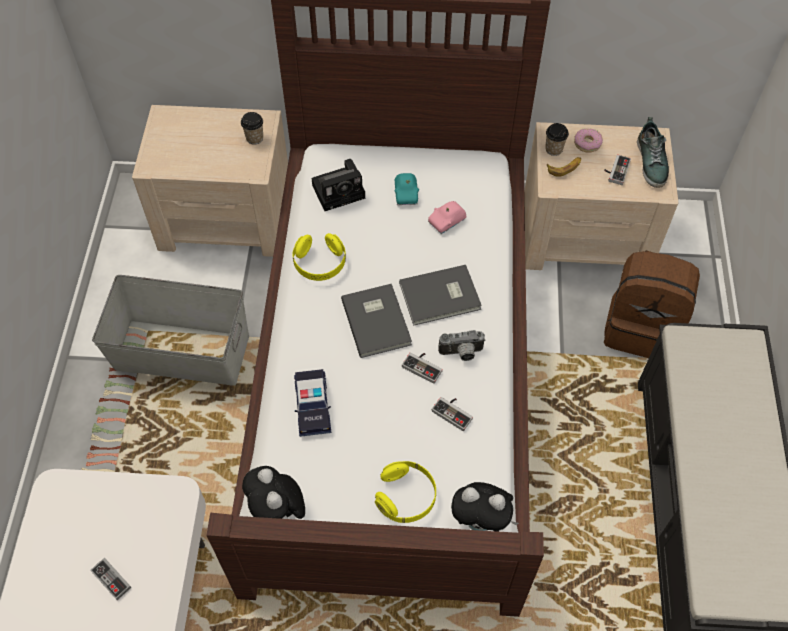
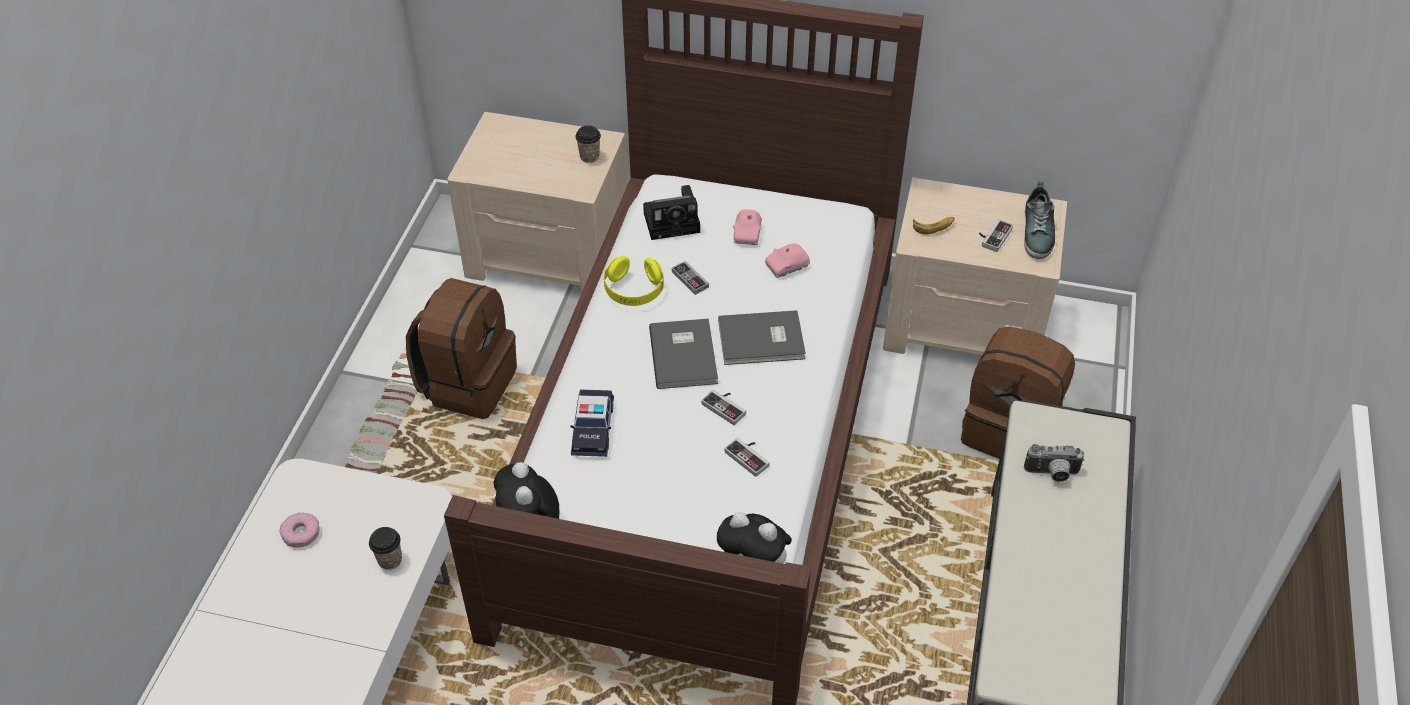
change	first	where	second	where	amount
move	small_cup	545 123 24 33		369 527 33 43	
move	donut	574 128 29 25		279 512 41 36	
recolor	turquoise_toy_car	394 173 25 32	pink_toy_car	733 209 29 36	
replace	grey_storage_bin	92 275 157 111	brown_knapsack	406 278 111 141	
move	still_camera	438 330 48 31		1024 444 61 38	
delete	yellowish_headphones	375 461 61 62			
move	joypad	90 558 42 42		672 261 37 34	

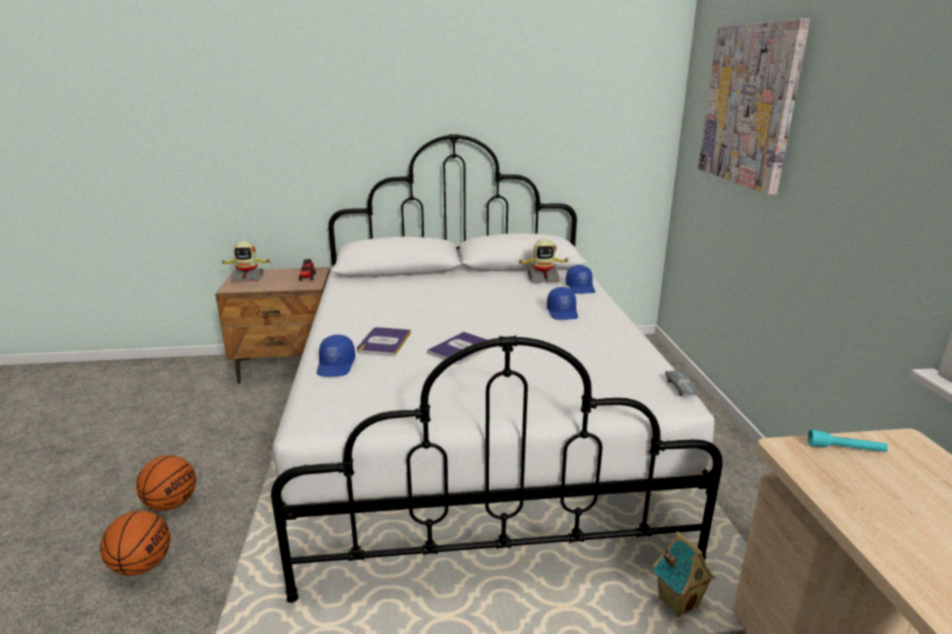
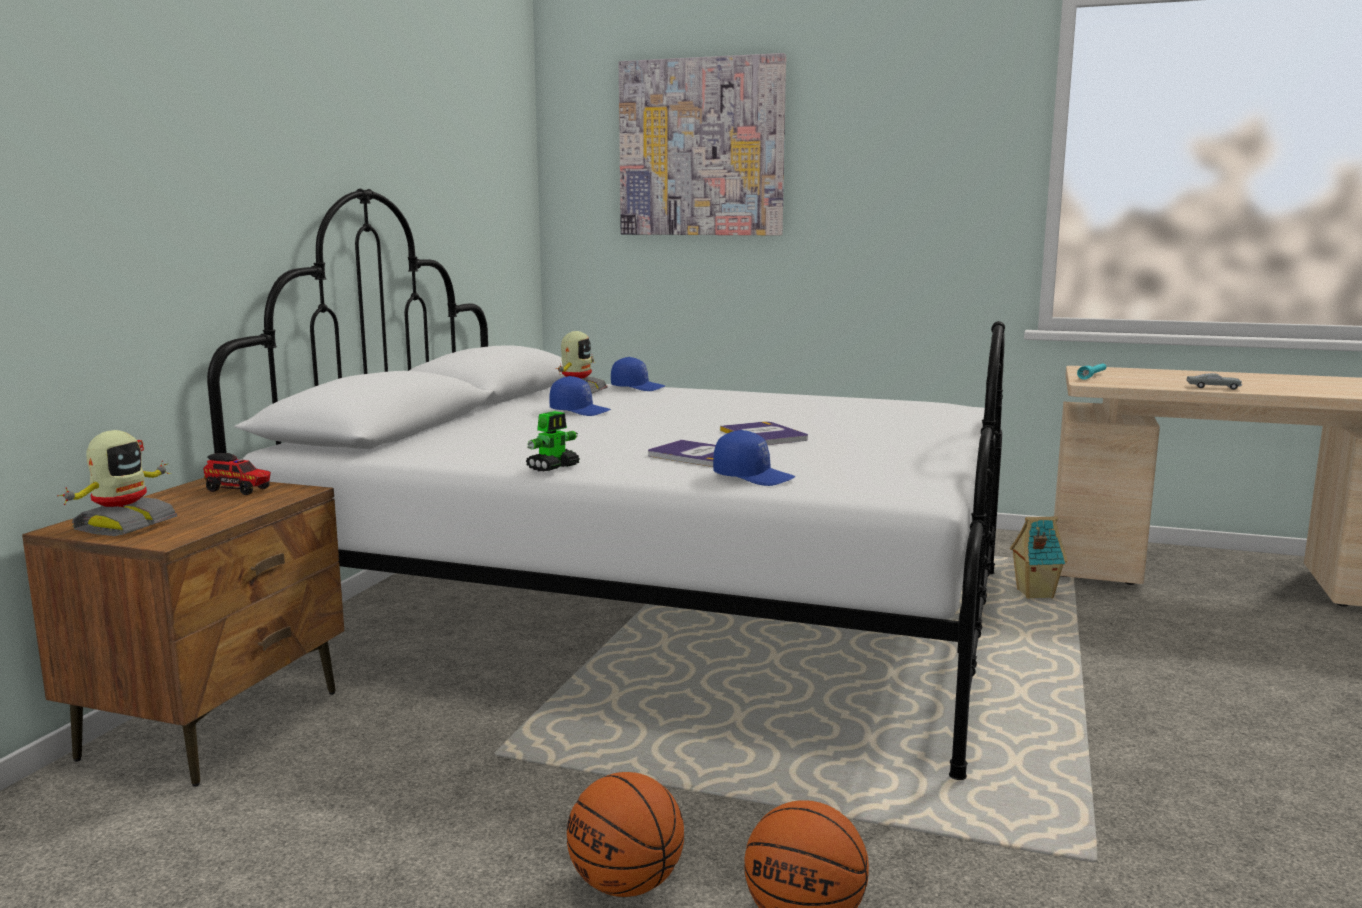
change	first	where	second	where	amount
move	bluish_baseball_cap	547 287 31 33		549 376 62 40	
move	grey_toy_car	665 370 34 26		1187 373 55 17	
insert			toy_robot	526 411 54 61	

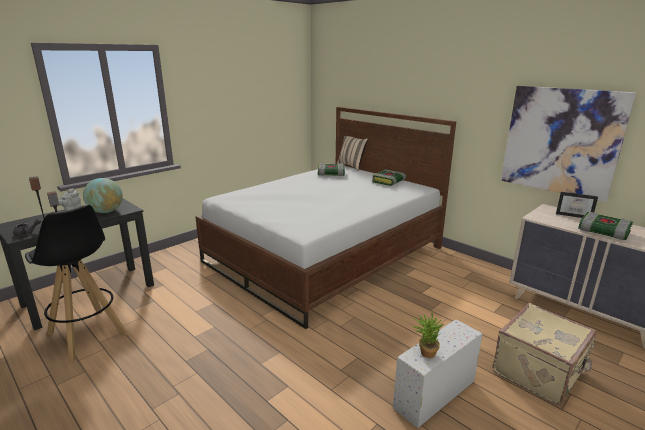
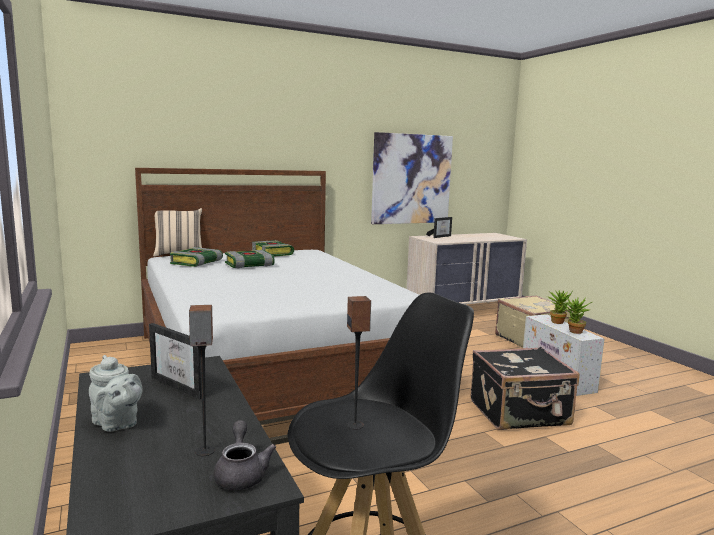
change	first	where	second	where	amount
replace	desk_globe	83 178 40 35	photo_frame	149 323 53 76	
move	volume	578 212 55 28		225 250 50 18	
insert			plant_in_a_pot	547 290 26 34	
insert			blackish_suitcase	471 347 108 83	

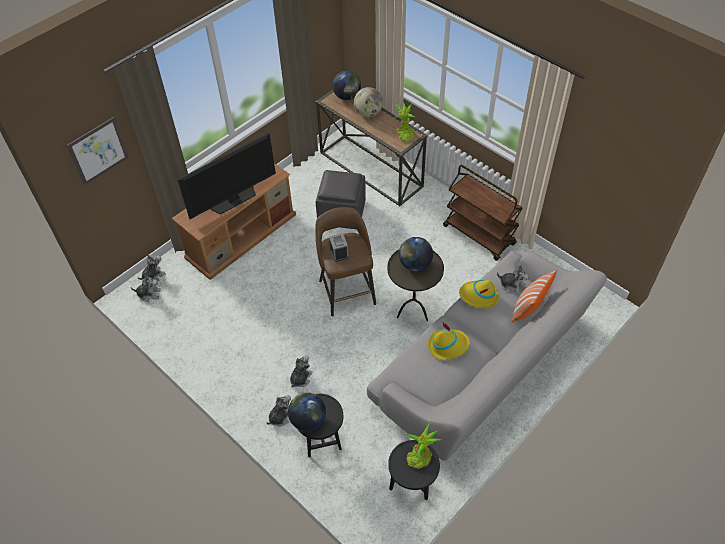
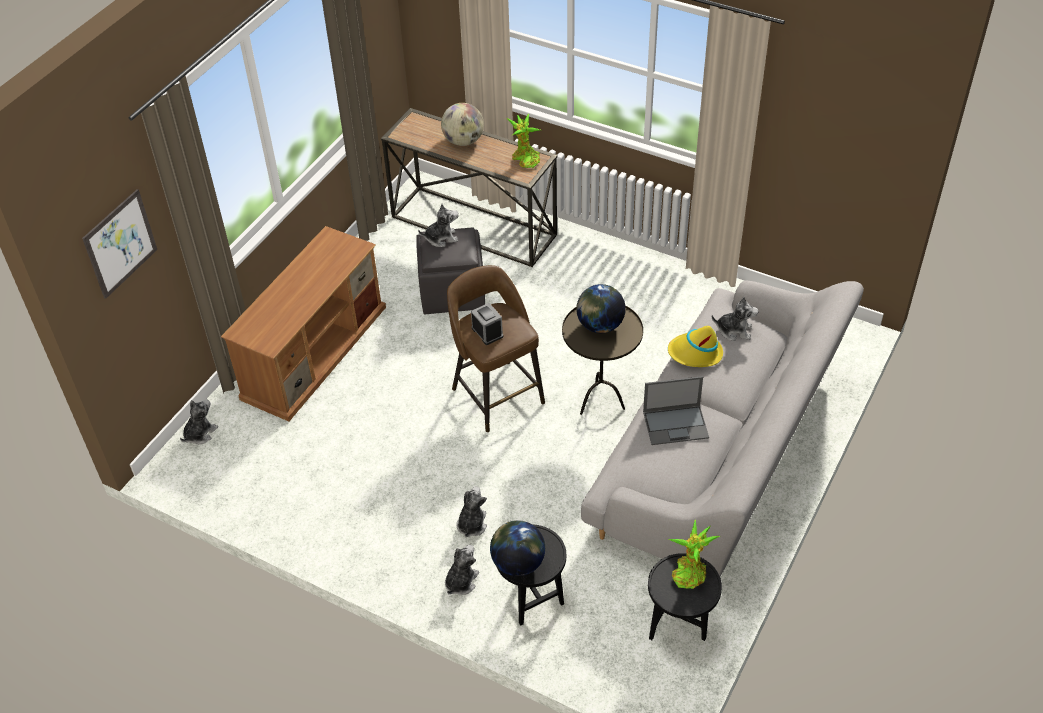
change	first	where	second	where	amount
delete	desk_globe	332 71 29 29			
delete	television	178 133 98 86			
delete	brown_trolley	443 165 80 96			
delete	throw_pillow	512 270 45 53			
move	cuddly_toy	131 274 30 28		418 203 41 44	
replace	yellowish_clothing_hat	428 323 42 37	portable_computer	643 376 66 69	

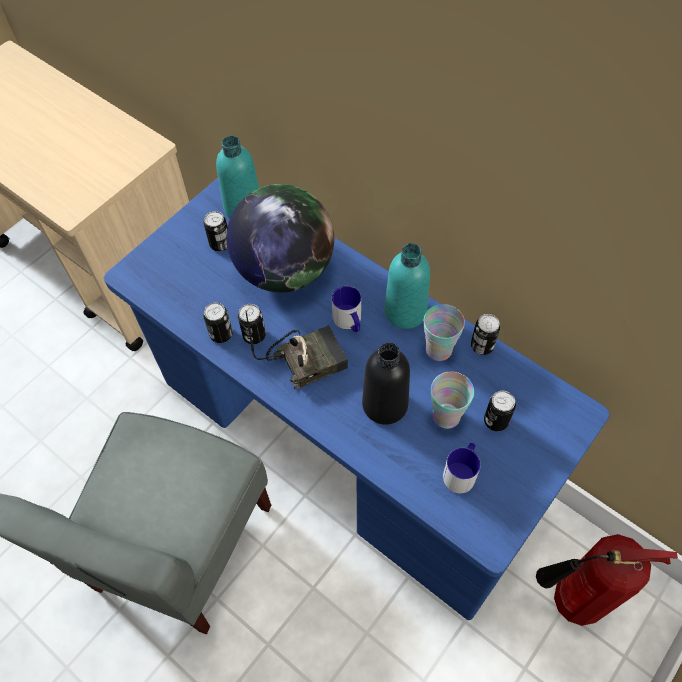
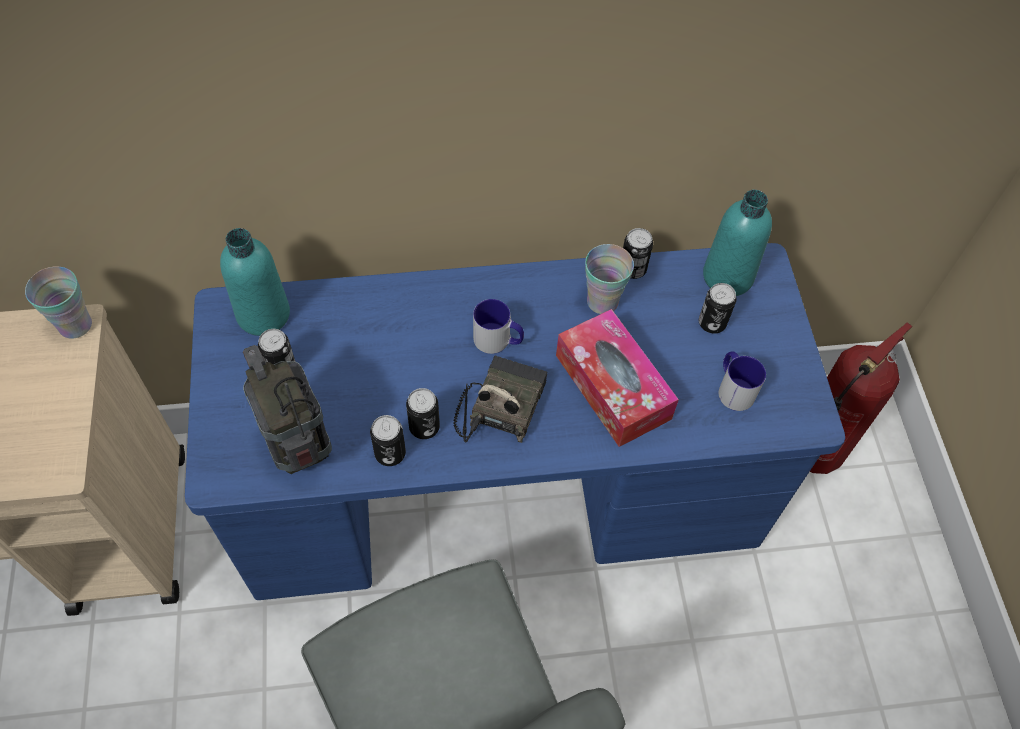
change	first	where	second	where	amount
delete	desk_globe	226 184 108 109			
move	turquoise_bottle	384 243 46 86		703 190 69 106	
replace	blackish_bottle	362 343 48 82	box_of_tissues	556 309 123 138	
move	small_cup	431 372 43 57		25 267 67 72	
insert			radio	243 345 89 129	

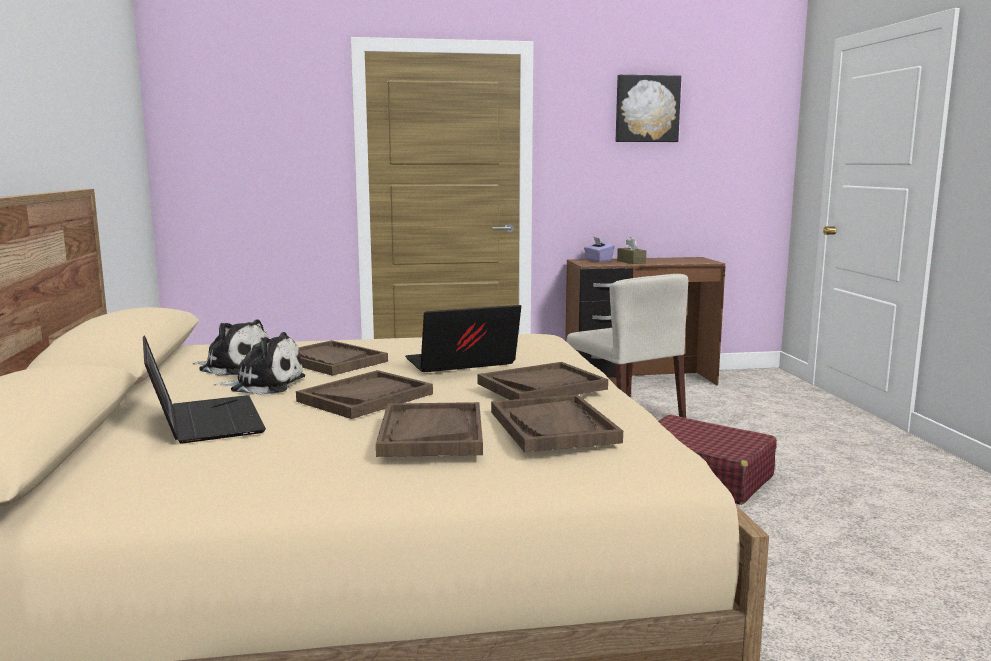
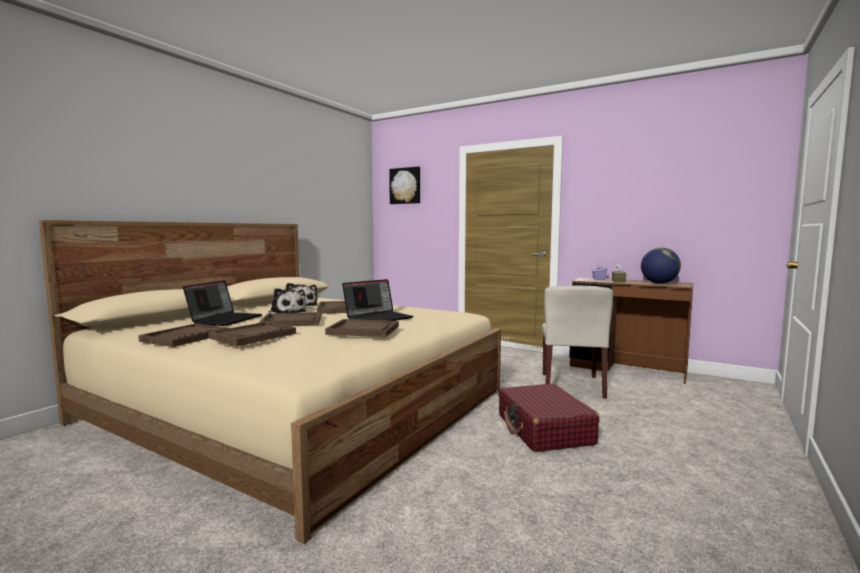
change	first	where	second	where	amount
move	picture	616 75 65 67		389 167 31 37	
rotate	portable_computer	405 305 116 67		342 279 71 42	120 degrees clockwise
move	brown_tray	491 395 132 57		138 323 91 24	
insert			desk_globe	641 248 40 36	

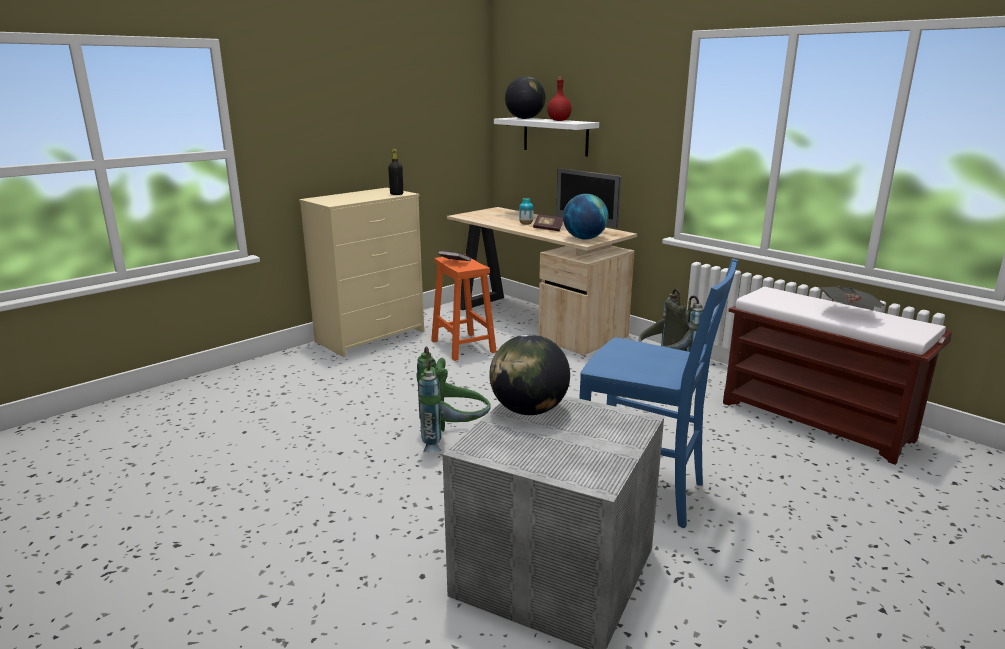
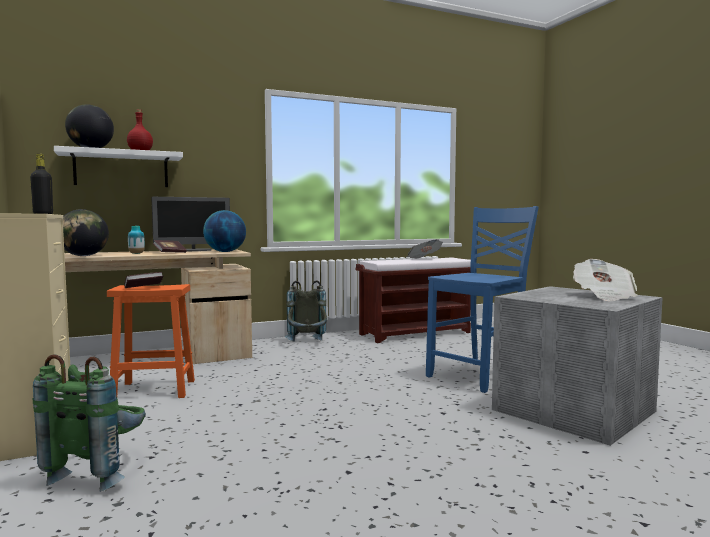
change	first	where	second	where	amount
move	desk_globe	489 334 81 81		63 209 46 47	
move	green-coloured_knapsack	417 347 74 105		33 354 113 138	
insert			newspaper	573 259 65 42	

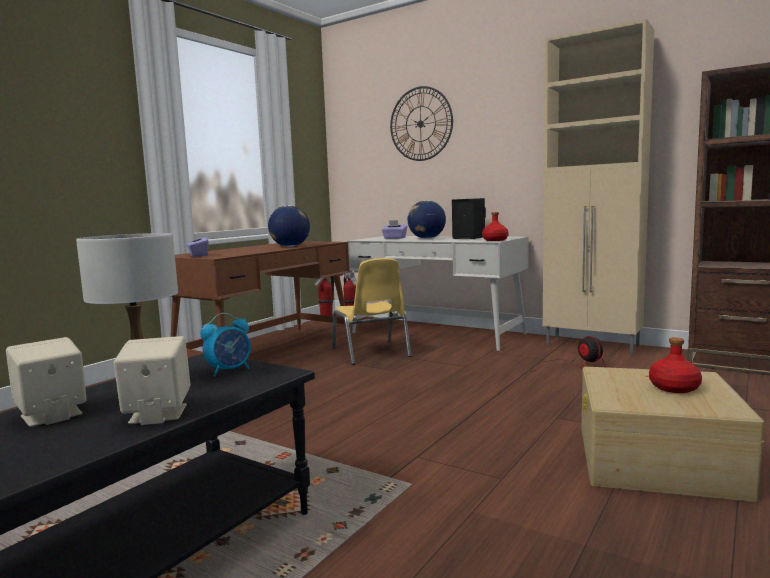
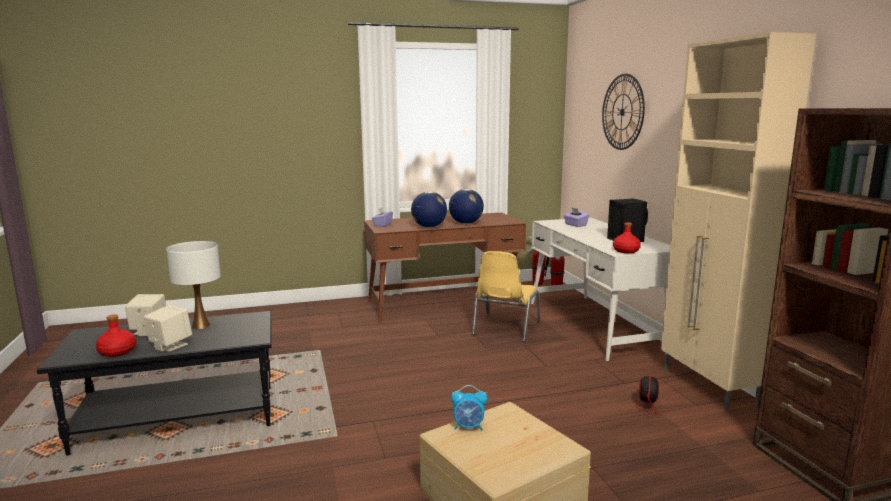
change	first	where	second	where	amount
move	desk_globe	408 200 38 39		411 191 36 37	
move	bedside_clock	200 313 51 63		451 385 36 45	
move	red-coloured_bottle	649 337 53 56		96 314 40 43	

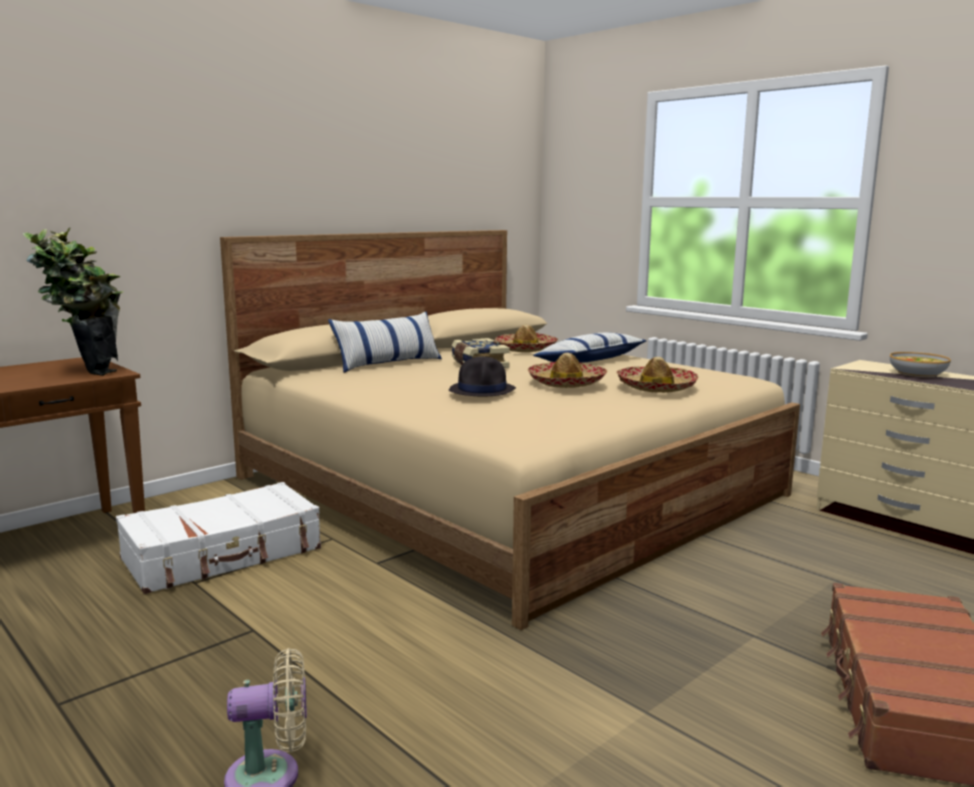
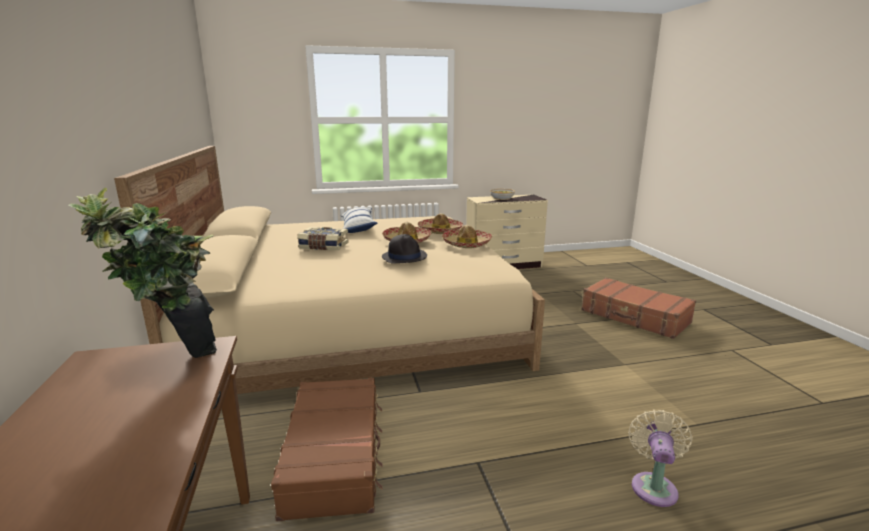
change	first	where	second	where	amount
delete	throw_pillow	328 311 114 62			
move	clothing_hat	495 325 63 27		441 225 51 23	
recolor	whitish_suitcase	116 482 205 112	brown_suitcase	271 378 112 143	

